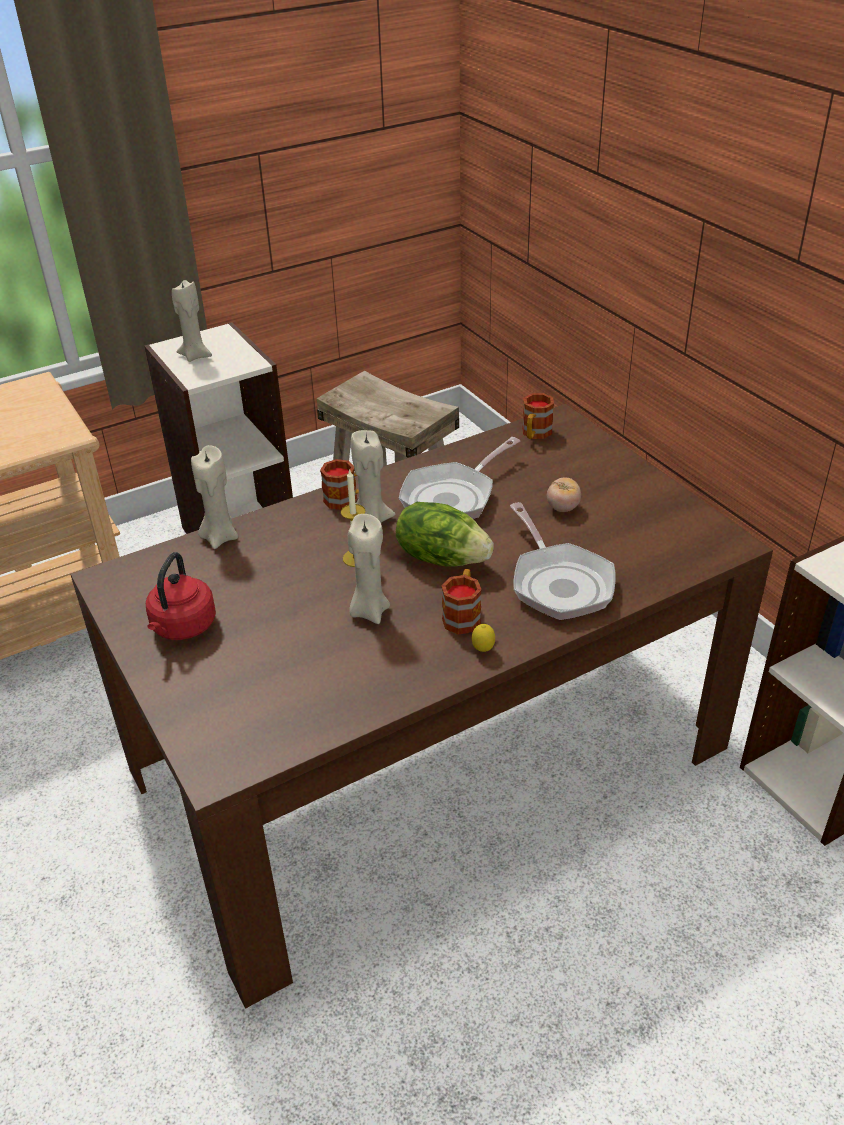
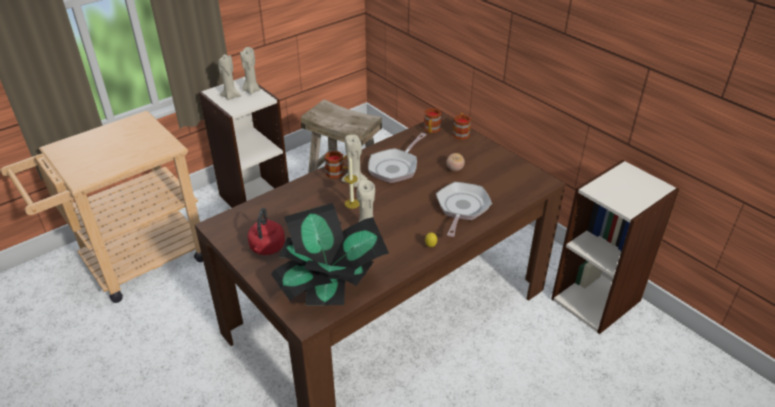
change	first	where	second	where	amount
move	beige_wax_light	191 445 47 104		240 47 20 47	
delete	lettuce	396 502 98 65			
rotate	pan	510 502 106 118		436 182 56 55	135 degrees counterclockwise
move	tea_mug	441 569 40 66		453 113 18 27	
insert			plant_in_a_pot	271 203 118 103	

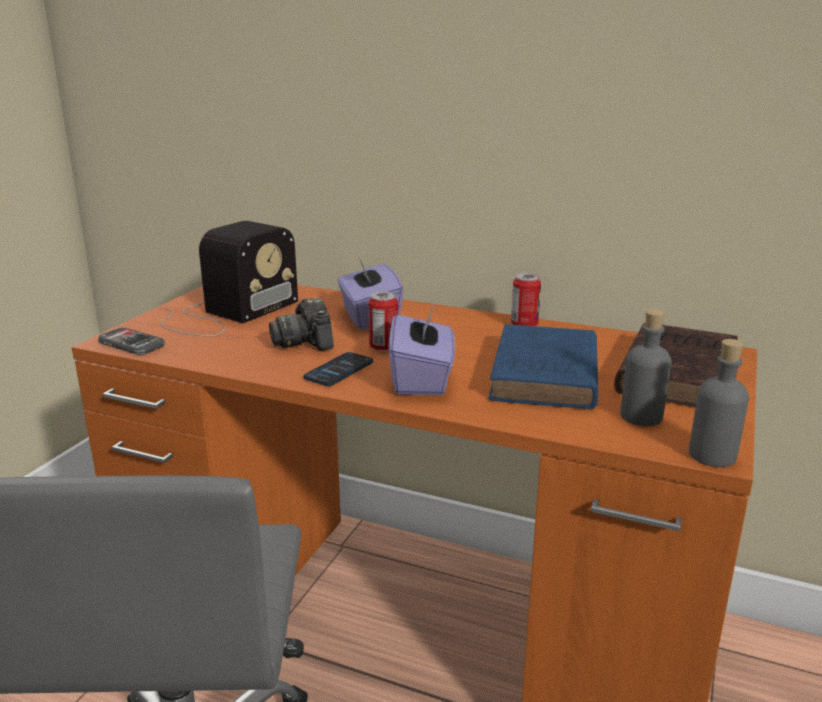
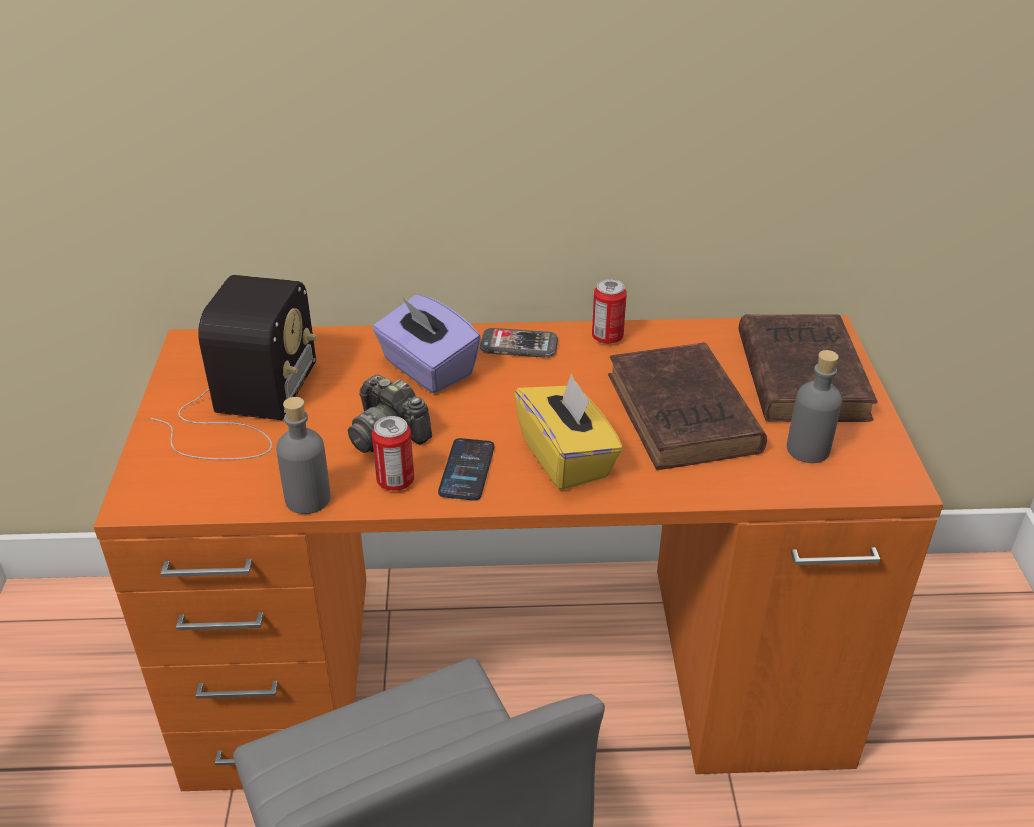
change	first	where	second	where	amount
move	sealed_can	368 292 30 60		372 416 42 75	
recolor	purple_box_of_tissues	389 305 66 90	yellowish_box_of_tissues	514 373 109 117	
recolor	bluish_volume	488 324 110 86	brown_volume	608 342 159 128	
move	phone	98 328 67 27		480 328 78 30	
move	grey_bottle	689 339 60 128		276 397 55 117	

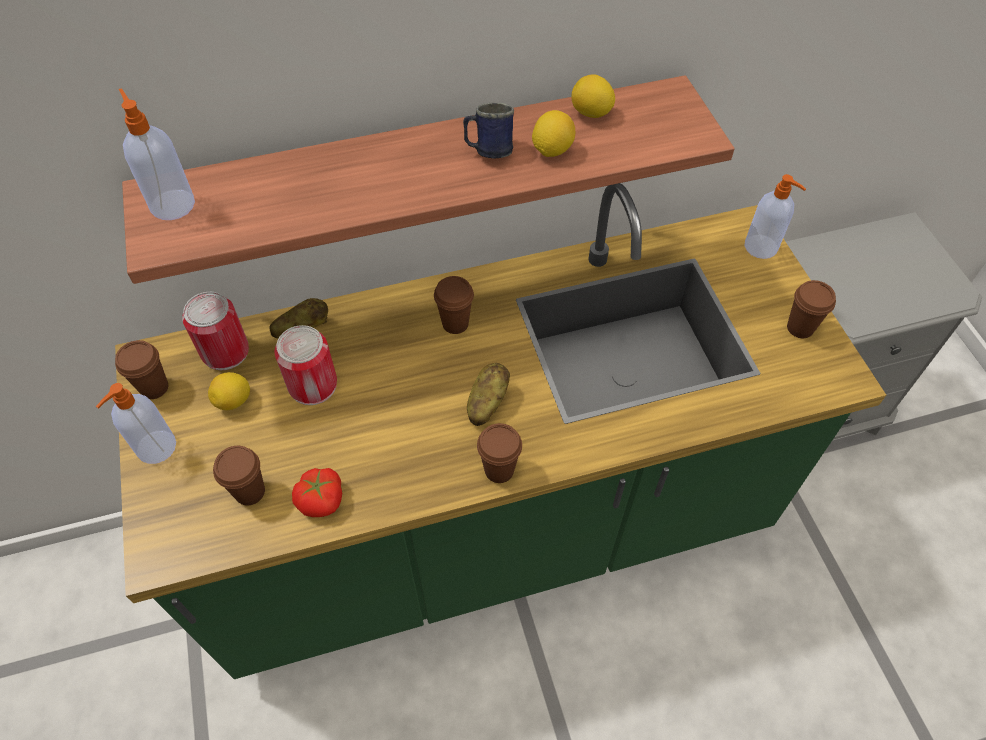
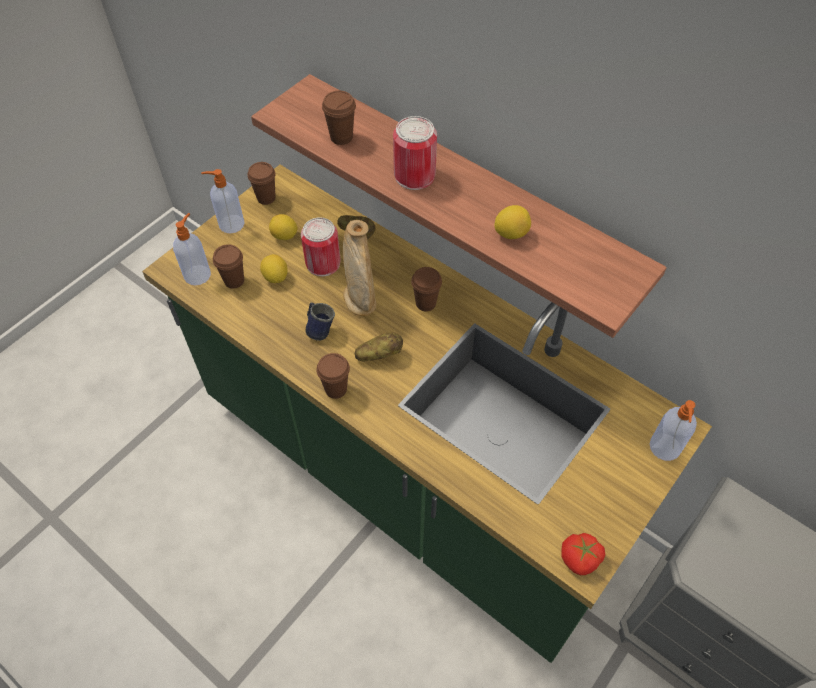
change	first	where	second	where	amount
move	citrus_fruit	571 74 44 44		260 254 28 29	
move	soap_dispenser	119 88 76 132		173 213 38 72	
move	bluish_tea_mug	463 103 51 56		306 303 29 38	
move	brown_small_cup	787 280 49 58		322 91 34 54	
move	sealed_can	182 292 67 78		393 116 44 74	
move	tomato	292 468 50 49		561 533 44 42	
insert			beige_decorative_vase	343 220 33 96	

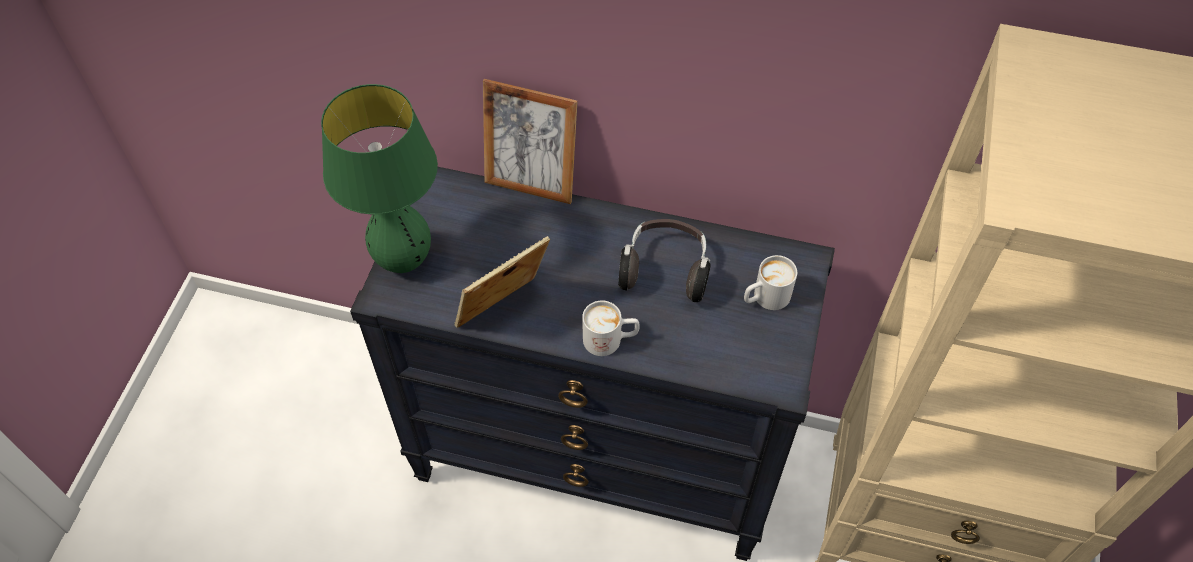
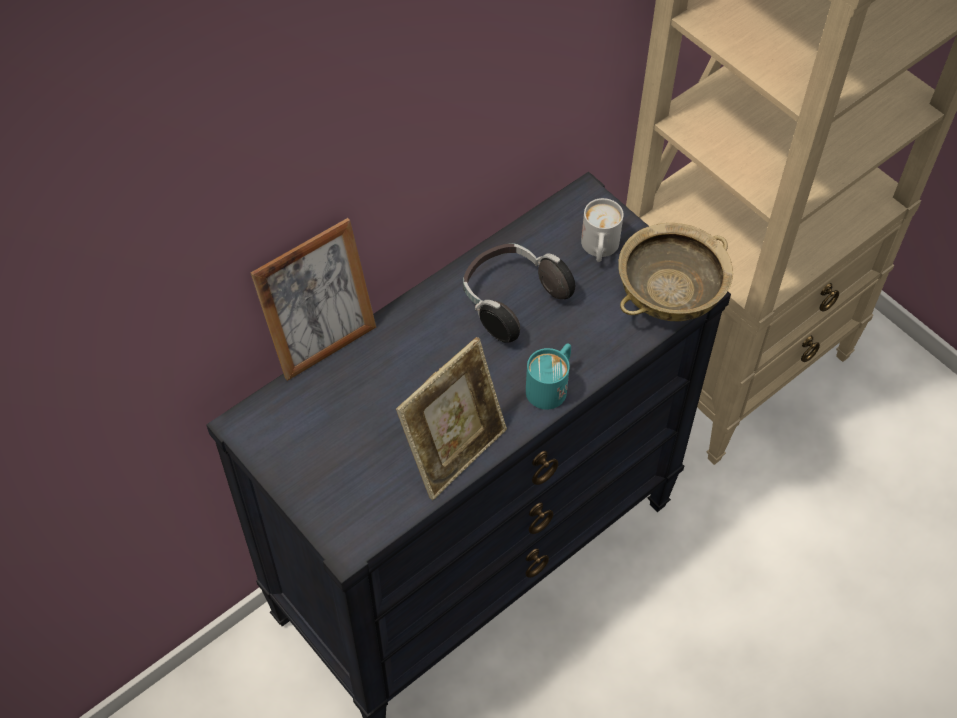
change	first	where	second	where	amount
delete	green-coloured_tabletop_lamp	321 84 117 189			
rotate	photo_frame	454 236 96 92		396 337 111 163	135 degrees counterclockwise
recolor	whitish_tea_mug	582 300 58 56	turquoise_tea_mug	526 343 45 67	
insert			beige_bowl	618 223 115 98	

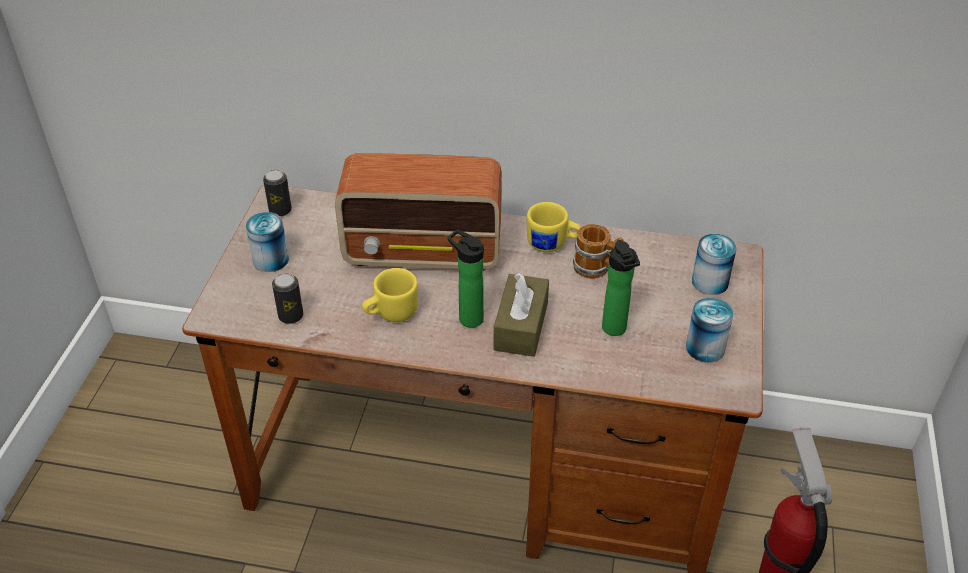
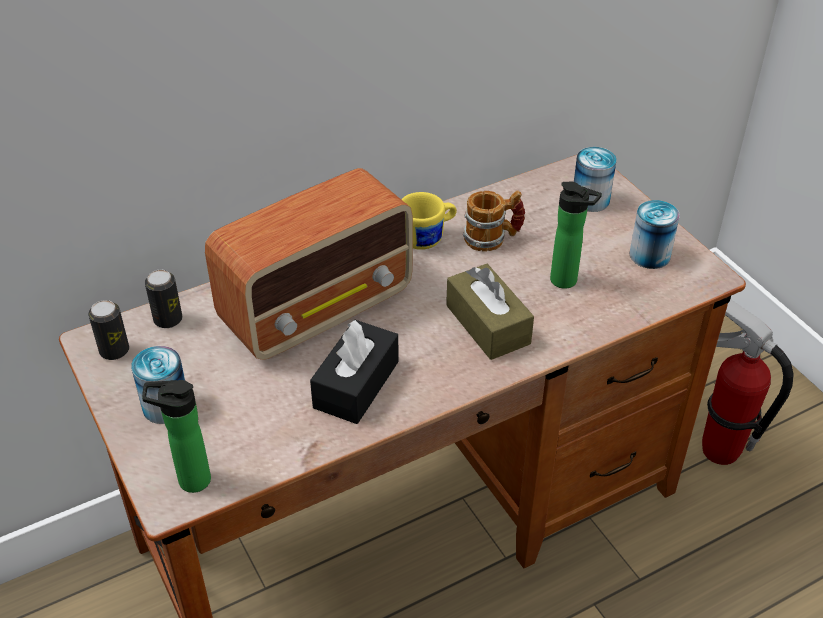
change	first	where	second	where	amount
move	bottle	448 229 36 99		142 380 69 113	
replace	yellowish_tea_mug	362 268 56 54	blackish_box_of_tissues	310 320 89 104	
move	sealed_can	272 273 31 51		145 270 37 58	

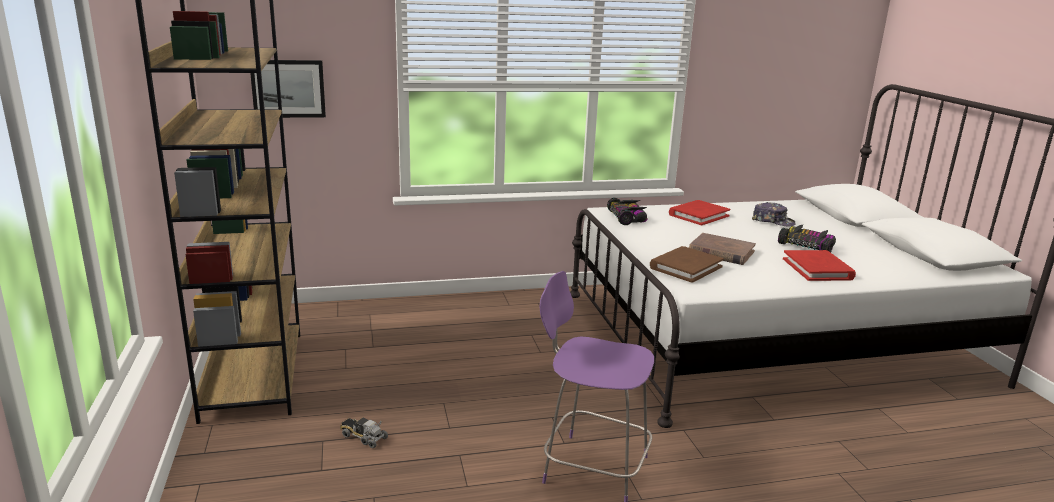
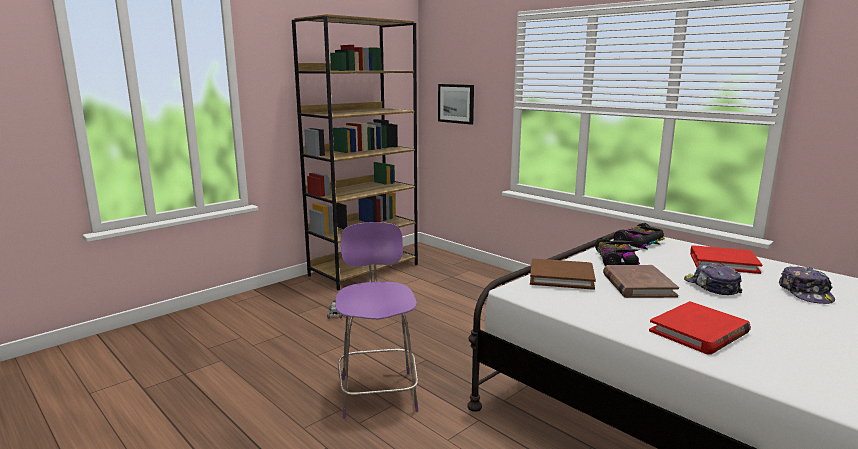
change	first	where	second	where	amount
move	toy_car	778 225 58 28		595 237 45 29	
insert			baseball_cap	684 263 58 32	

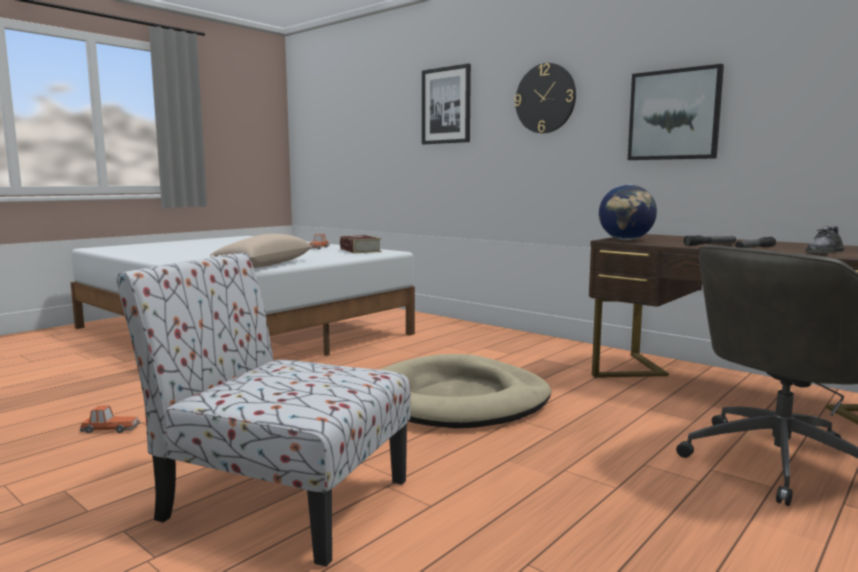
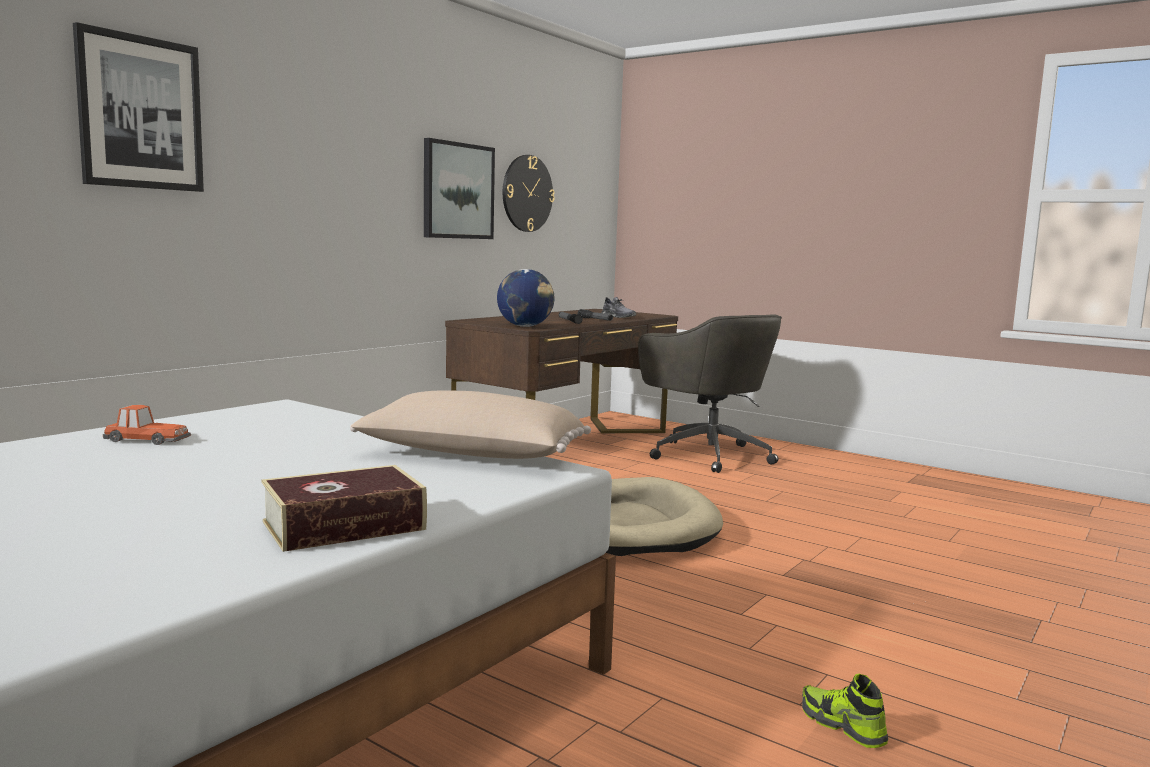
change	first	where	second	where	amount
move	wall_clock	515 63 61 70		503 155 52 77	
move	volume	340 235 42 19		261 465 166 87	
delete	upright_chair	117 253 294 314			
replace	toy_car	80 405 61 28	shoe	802 674 86 74	

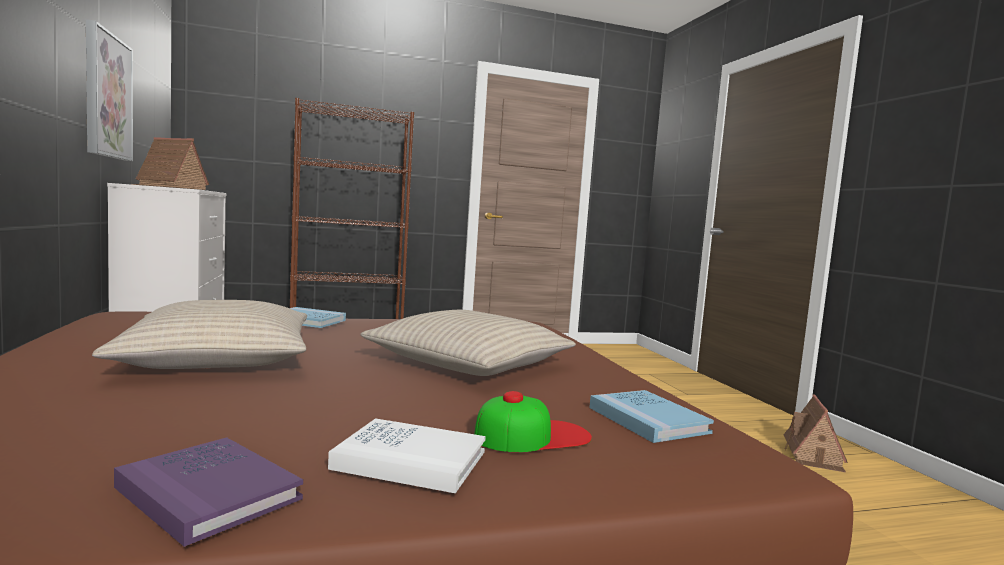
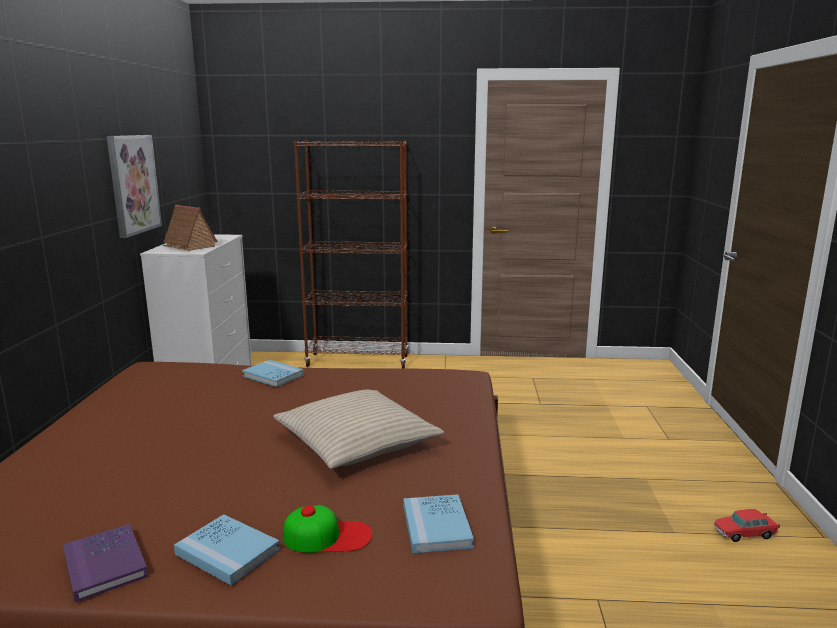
change	first	where	second	where	amount
delete	beige_throw_pillow	92 300 215 69			
replace	model_house	784 394 64 79	toy_car	714 509 66 33	
recolor	whitish_volume	328 418 158 75	bluish_volume	174 514 106 71	

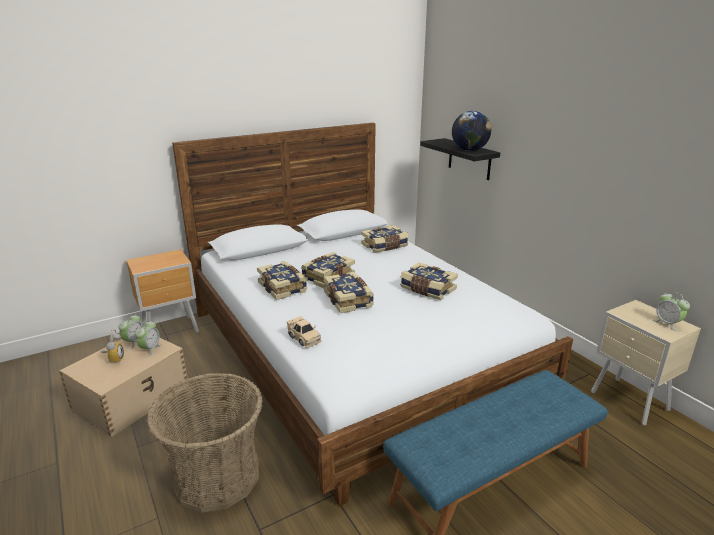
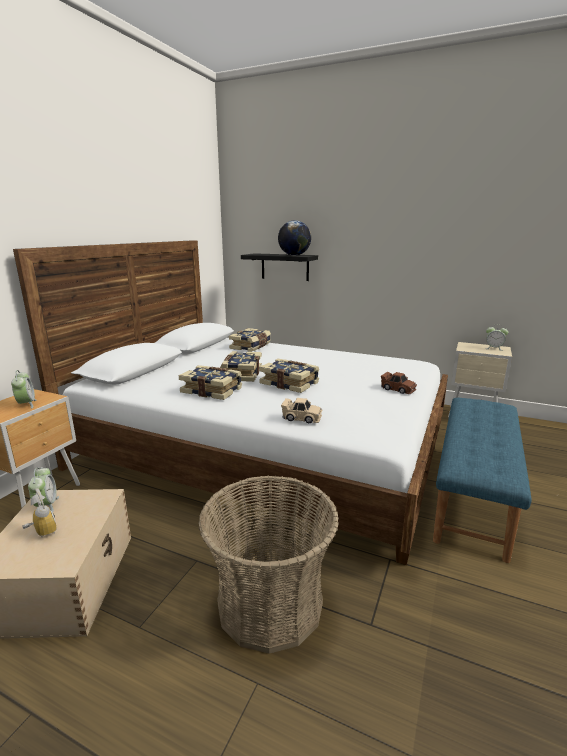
change	first	where	second	where	amount
delete	volume	400 262 58 38			
move	bedside_clock	135 321 27 35		11 370 26 38	
insert			brown_toy_car	381 372 36 22	

